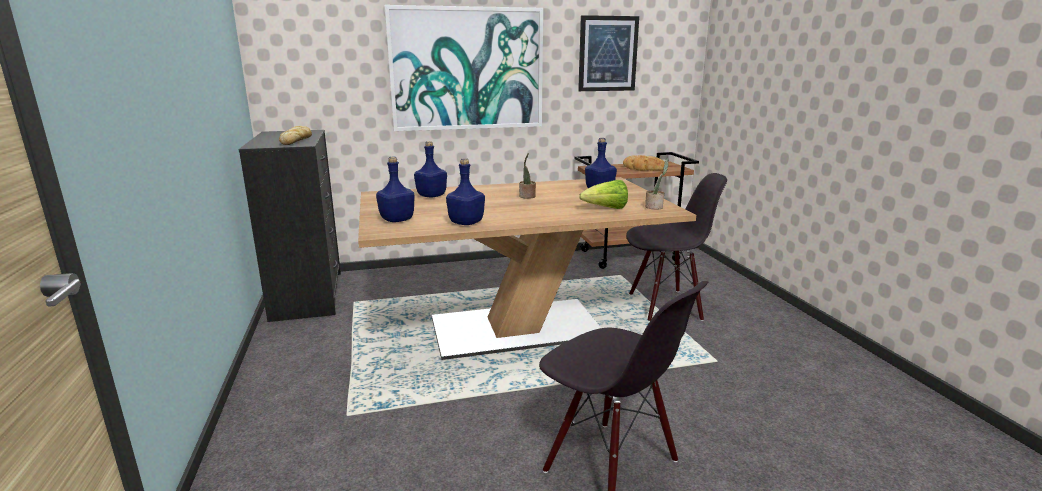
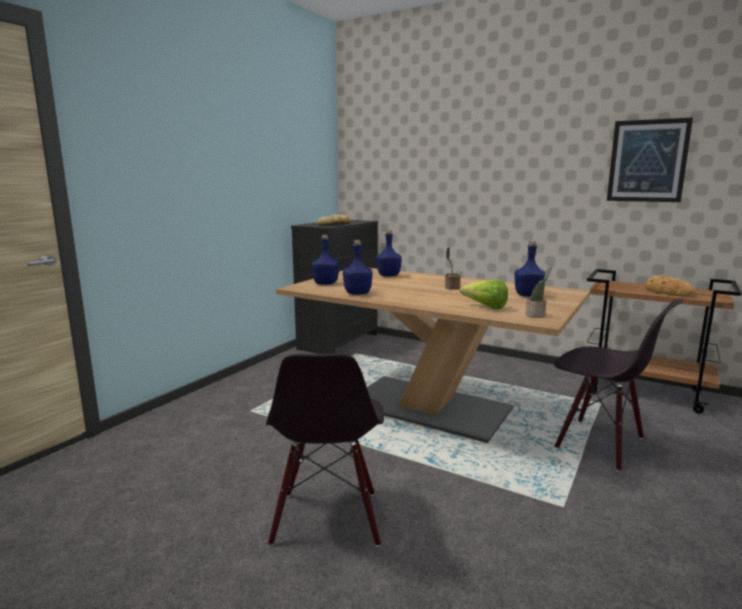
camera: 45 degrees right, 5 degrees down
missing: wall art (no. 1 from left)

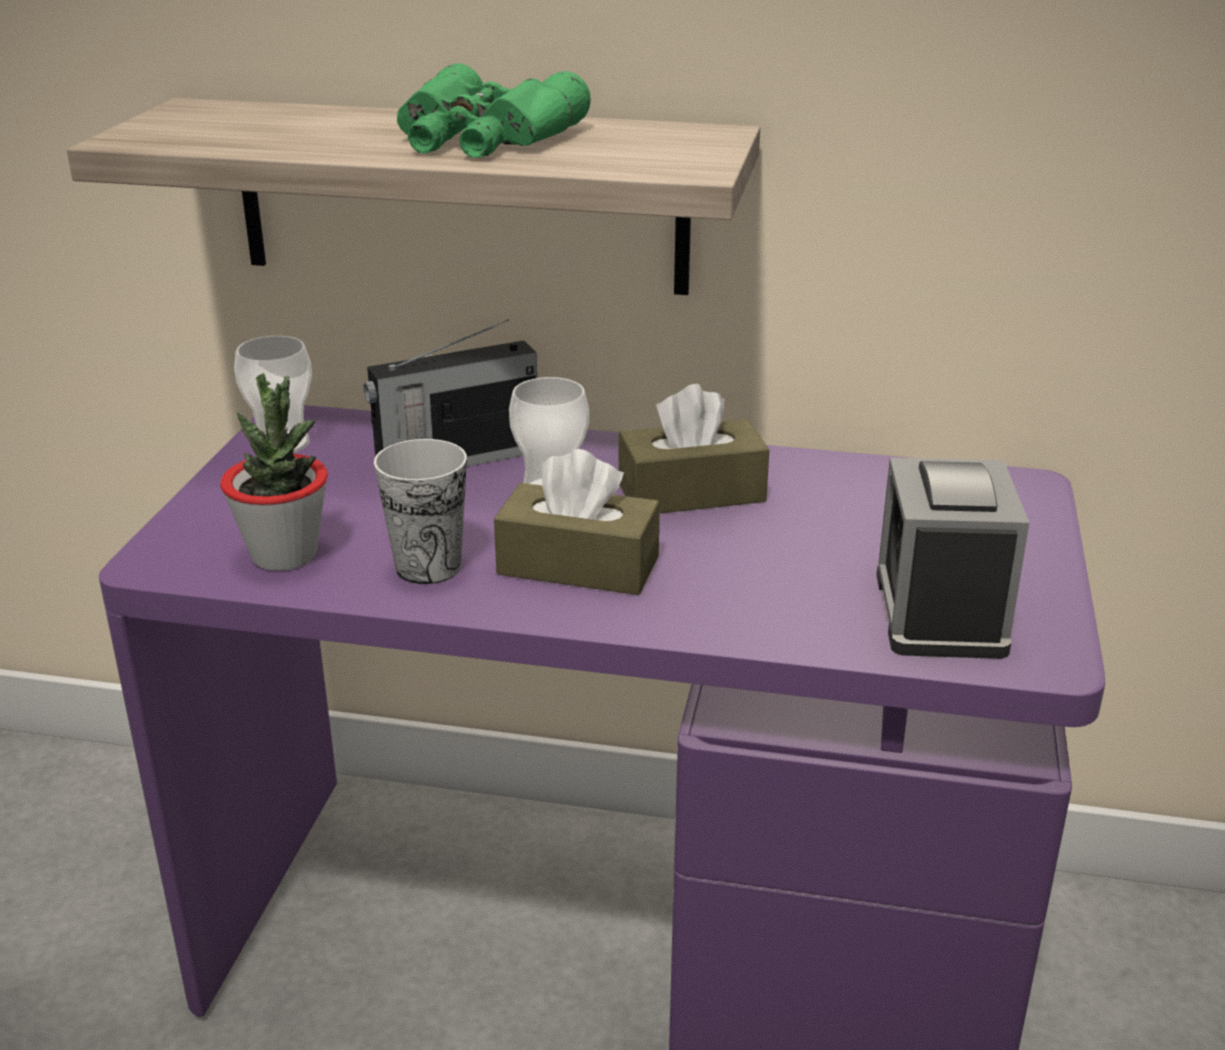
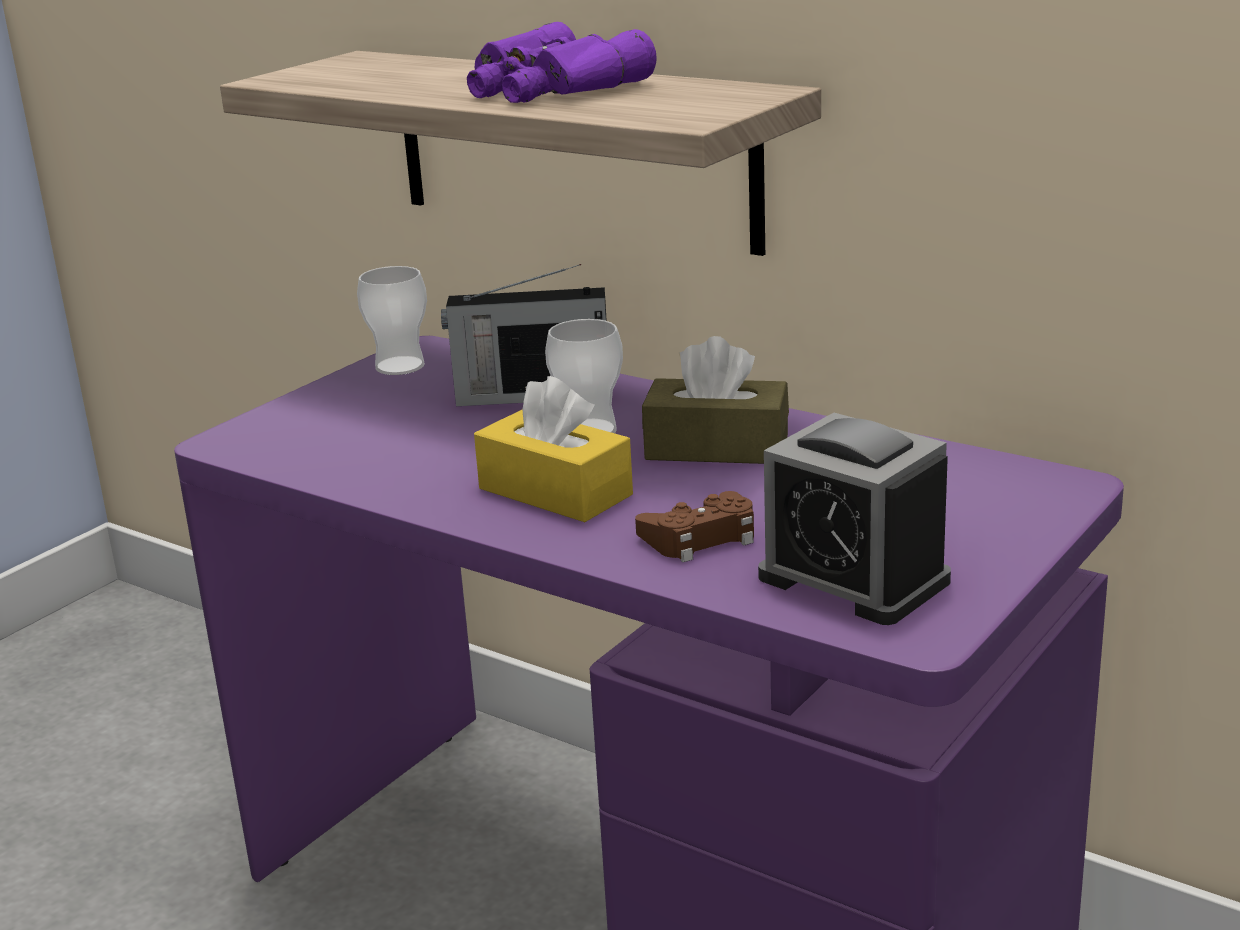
camera: 25 degrees right, 5 degrees down
missing: plant in a pot; cup (no. 2 from left)
appeared: joypad in brown
colour: field glasses in greenish to field glasses in purple-coloured; box of tissues in brown (no. 1 from left) to box of tissues in yellow
spun: bedside clock 75 degrees counterclockwise

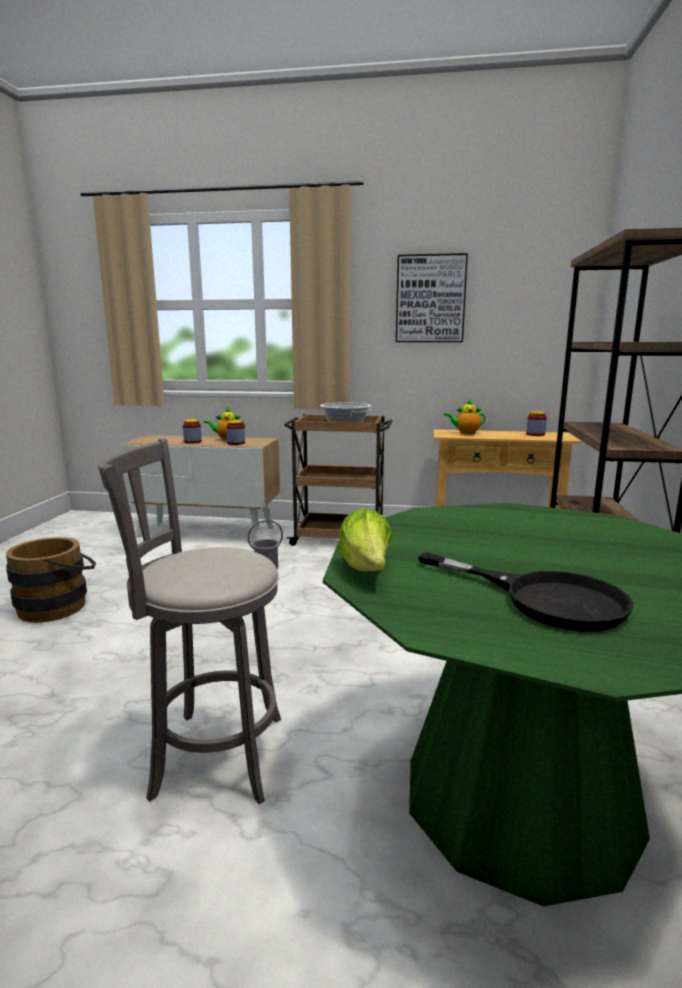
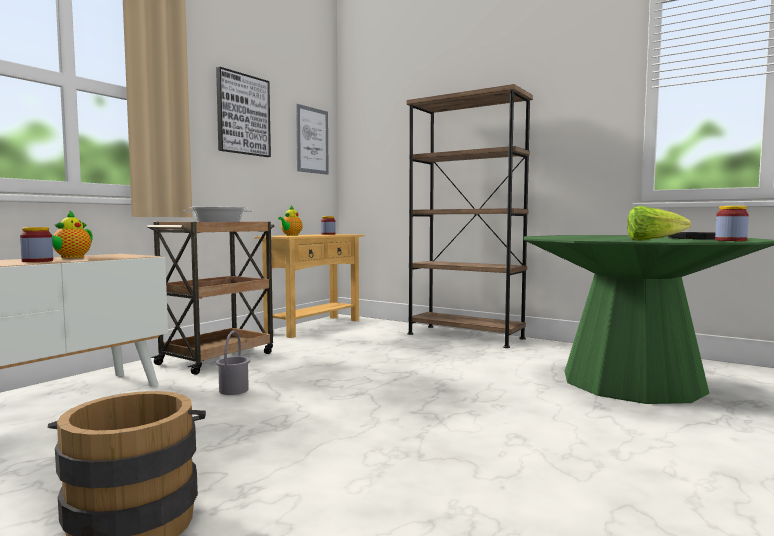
camera: 65 degrees left, 10 degrees down
missing: sitting stool in grey
appeared: wall art (no. 2 from left)
relocated: preserve jar (no. 2 from left in the first image) to preserve jar (no. 3 from left)

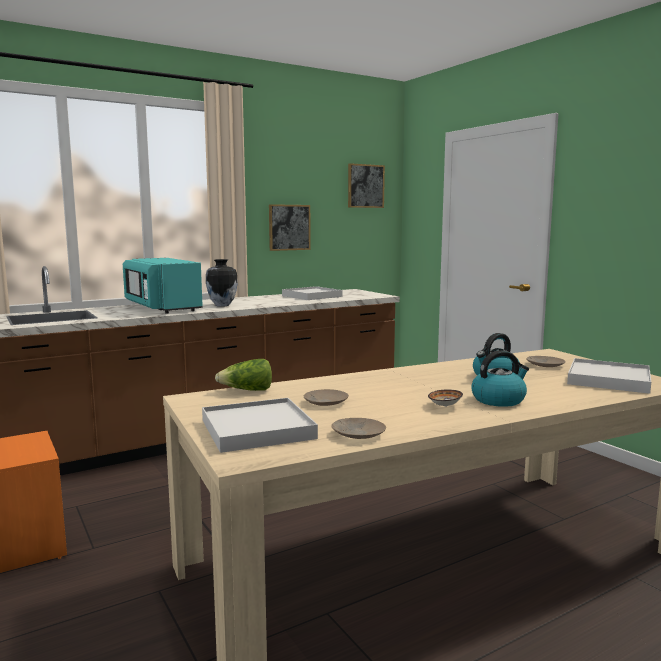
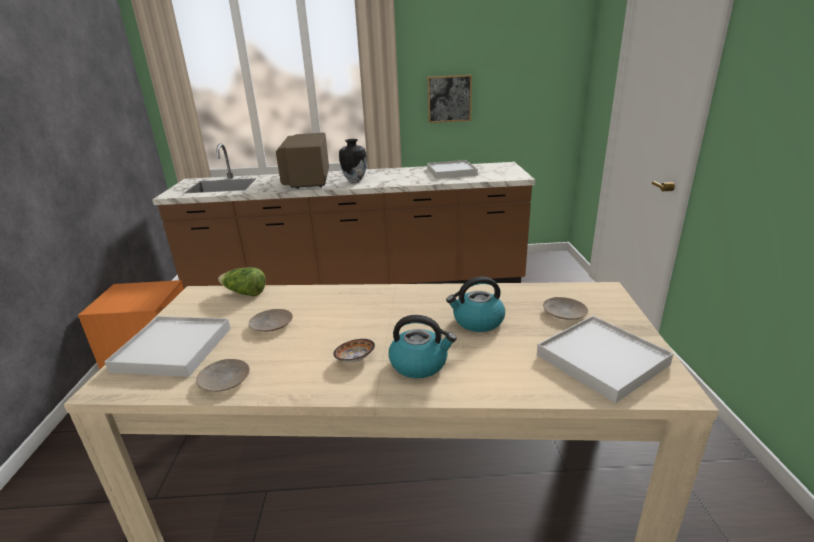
camera: 30 degrees right, 15 degrees up
missing: wall art (no. 2 from left)
colour: kitchen microwave in turquoise-coloured to kitchen microwave in brown

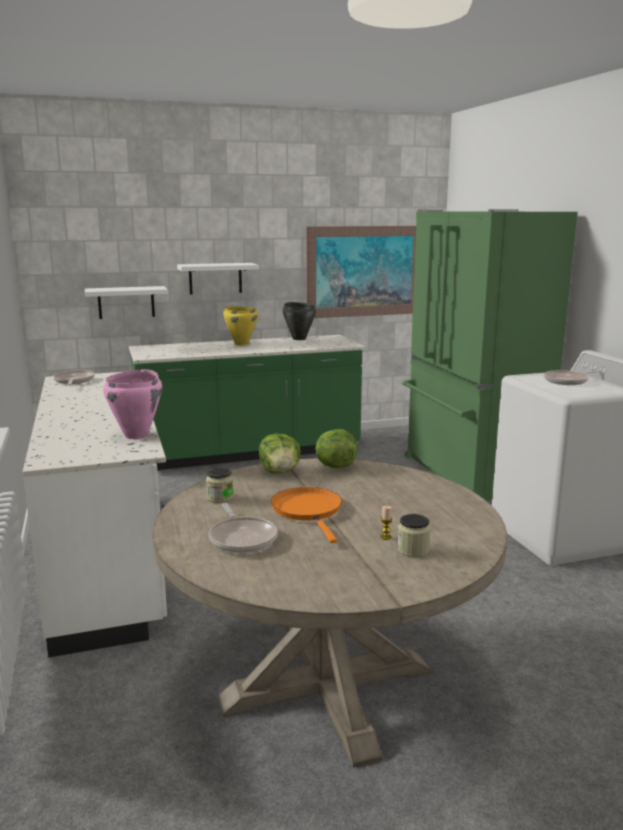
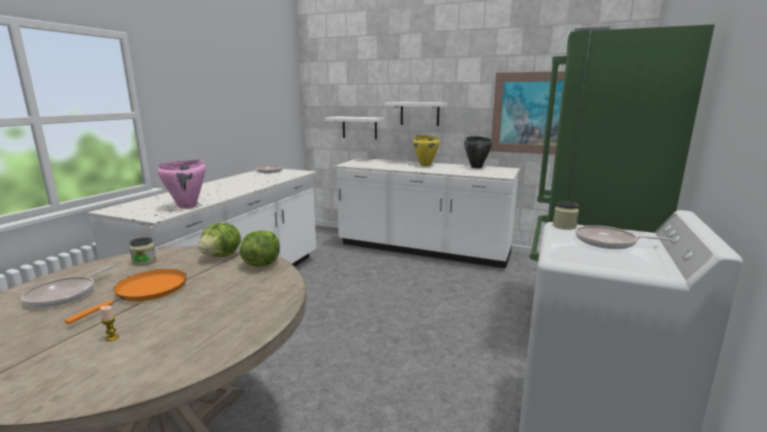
camera: 40 degrees right, 0 degrees up
relocated: preserve jar (no. 2 from left)
colour: counter in greenish to counter in white (no. 2 from left)

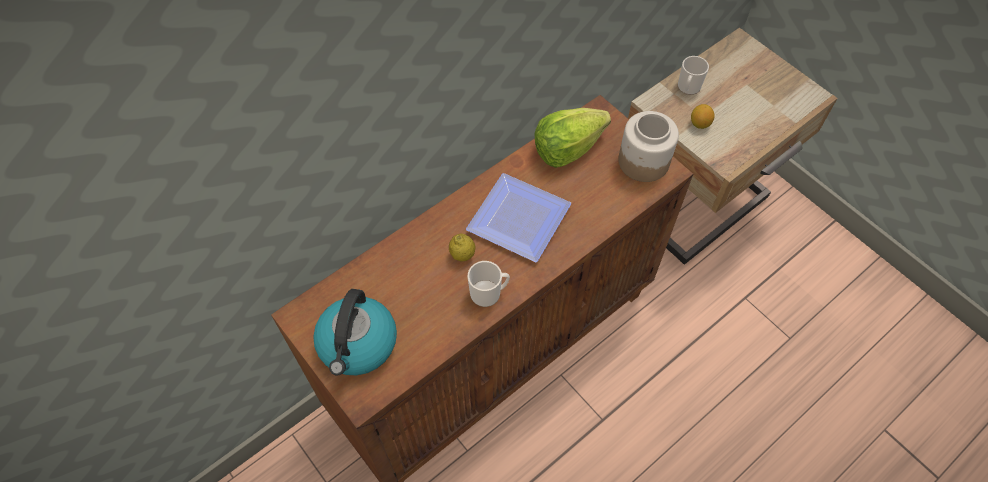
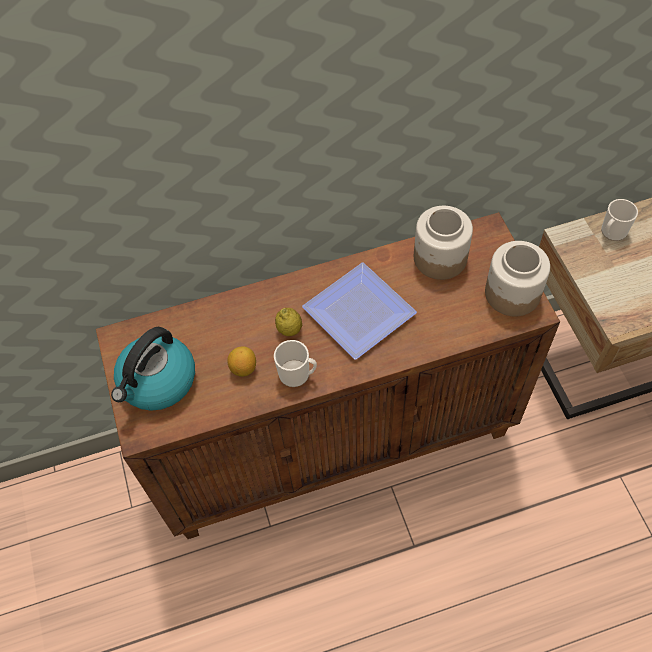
camera: 25 degrees right, 0 degrees up
relocated: lemon (no. 2 from left in the first image) to lemon (no. 1 from left)
exchanged: lettuce to preserve jar (no. 1 from left)

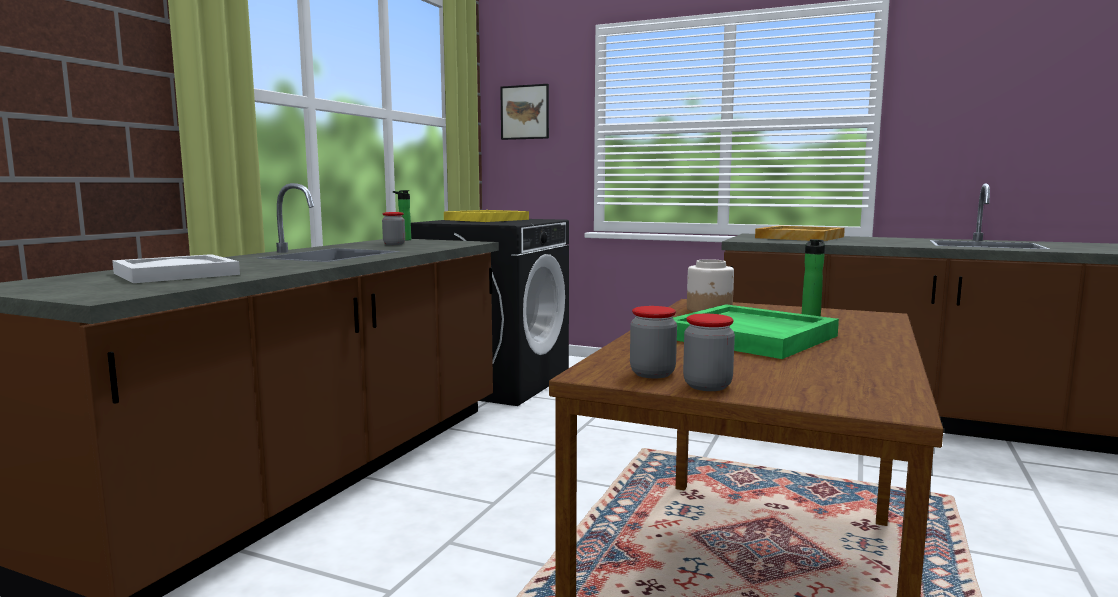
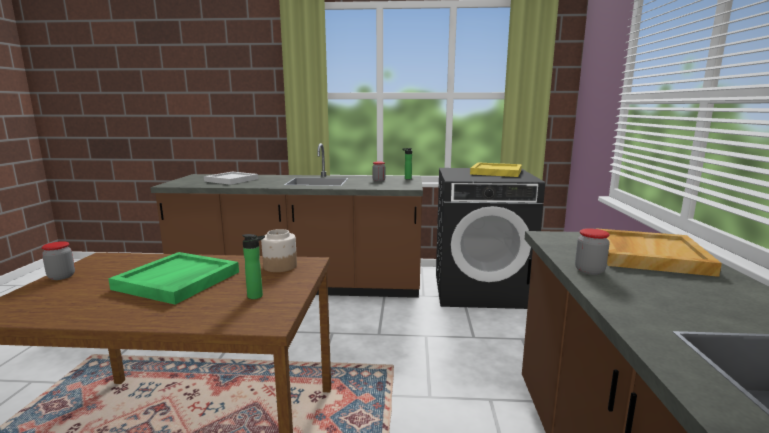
camera: 70 degrees right, 5 degrees up
missing: wall art
relocated: preserve jar (no. 2 from left in the first image) to preserve jar (no. 4 from left)

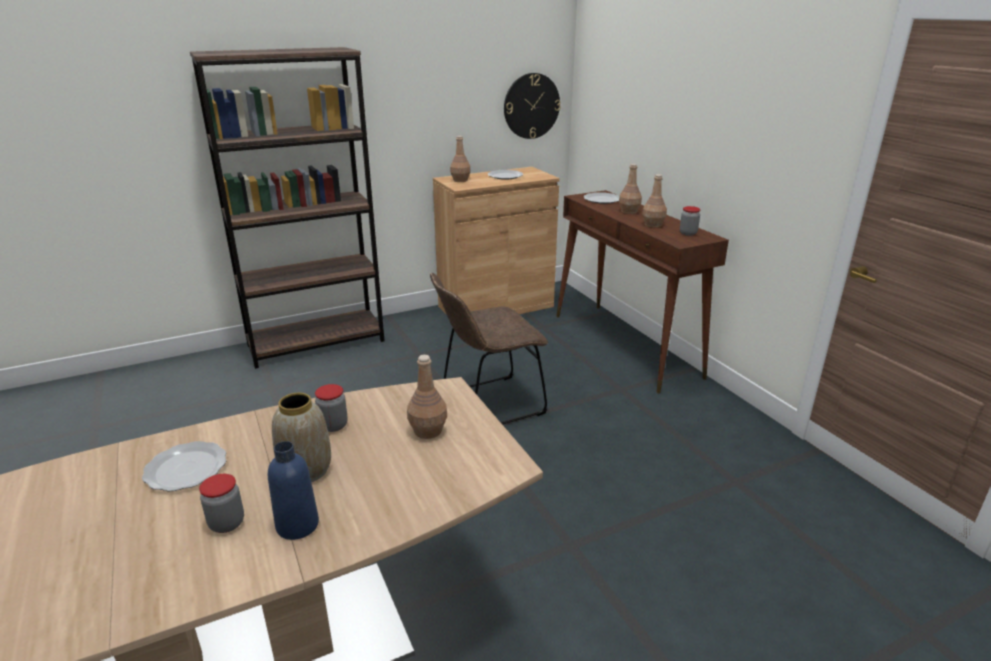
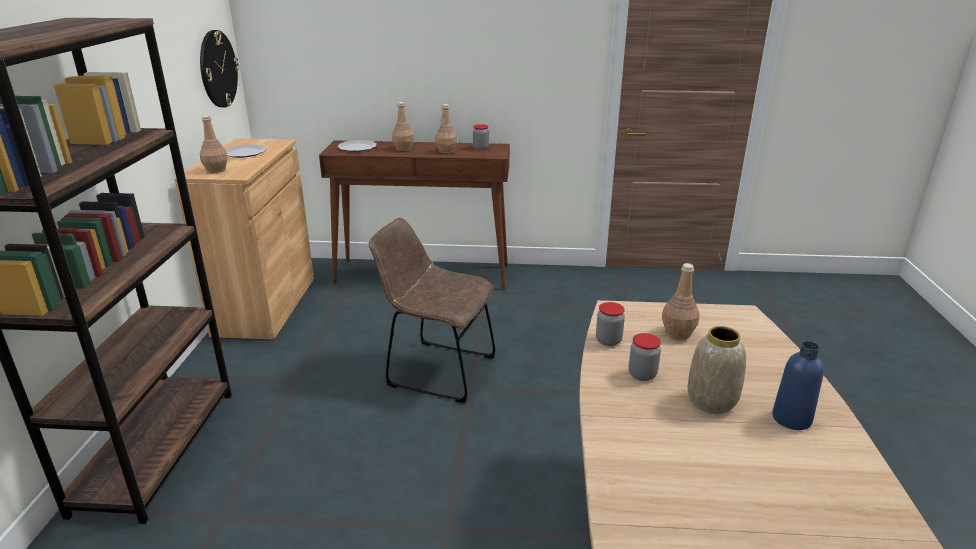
camera: 60 degrees left, 0 degrees up
missing: plate (no. 1 from left)
relocated: preserve jar (no. 1 from left in the first image) to preserve jar (no. 2 from left)
spun: upright chair in brown 105 degrees clockwise

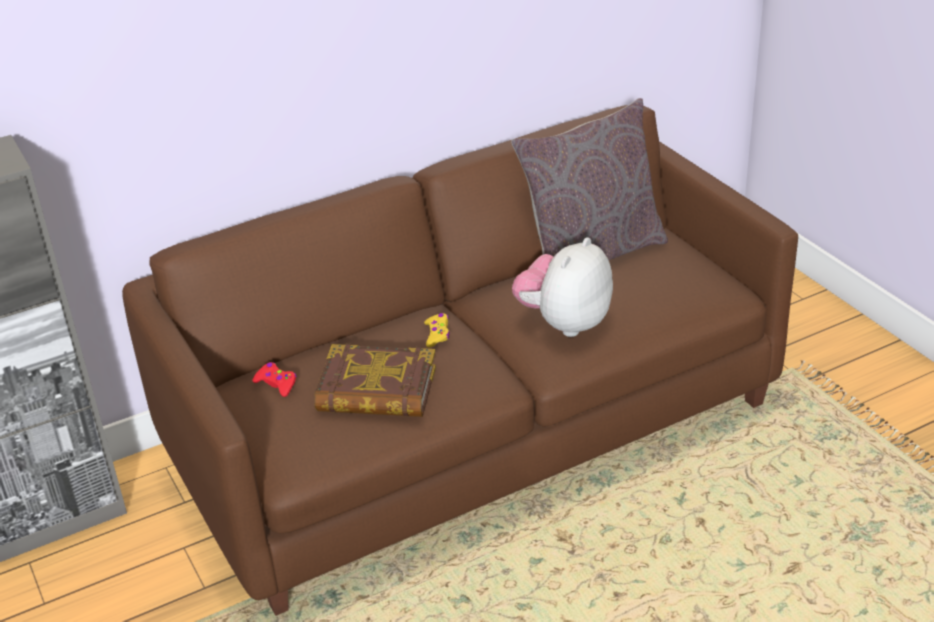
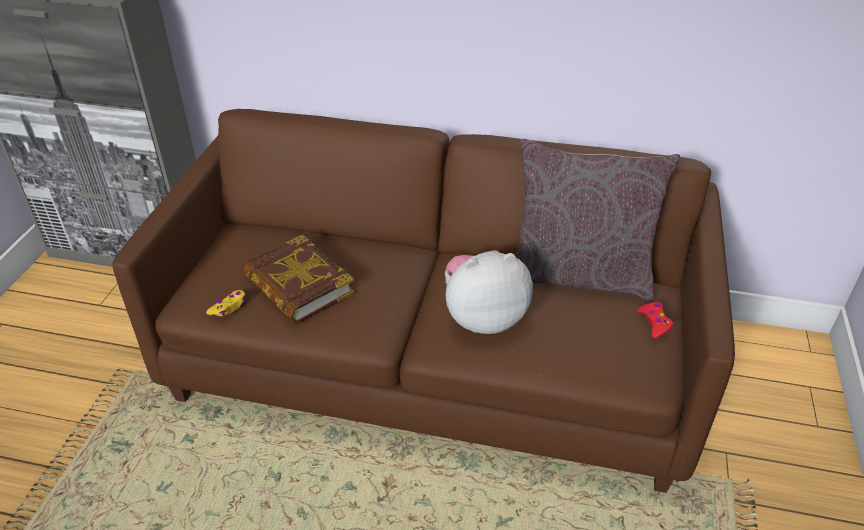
camera: 40 degrees right, 5 degrees up
relocated: joypad in yellow; joypad in red-coloured

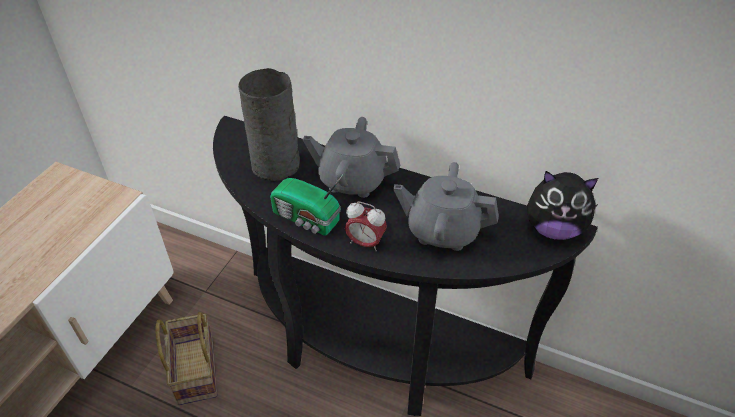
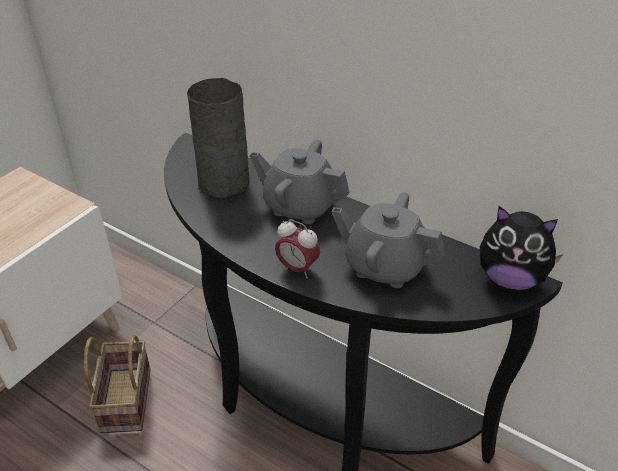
camera: 10 degrees right, 5 degrees down
missing: radio

